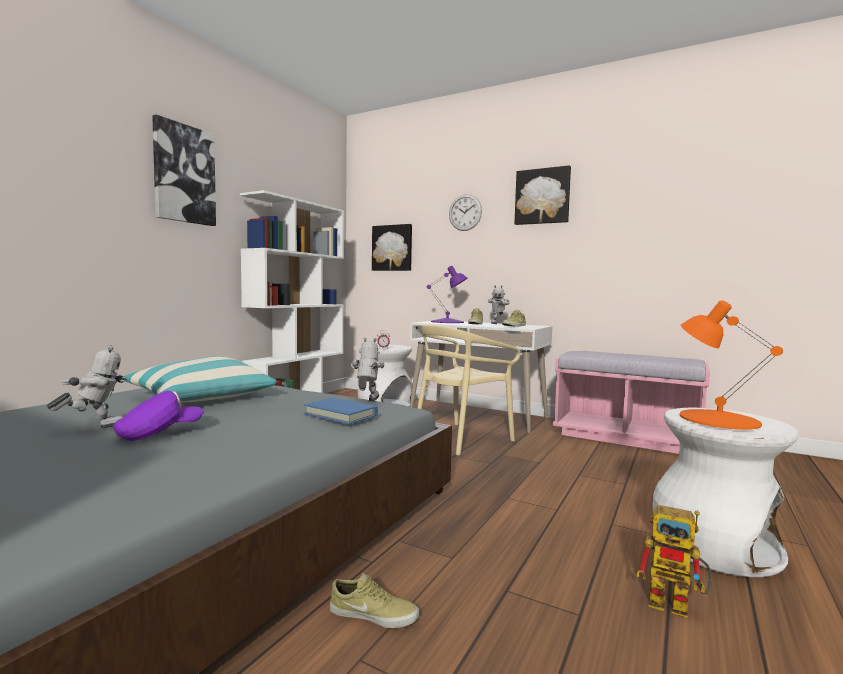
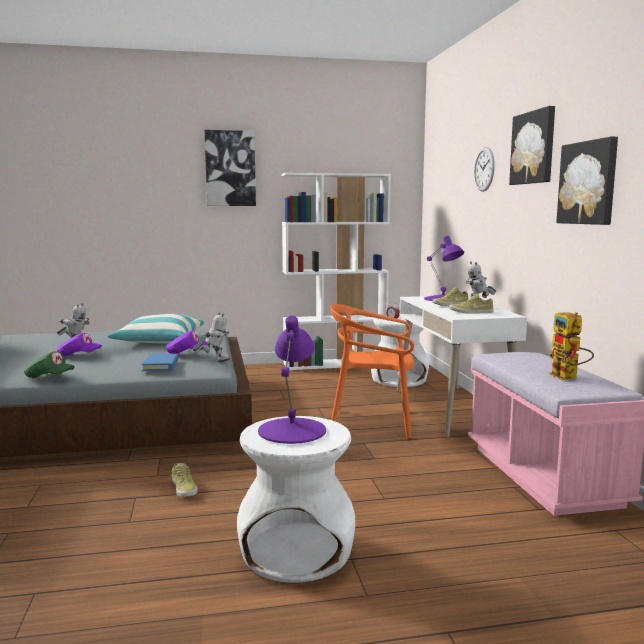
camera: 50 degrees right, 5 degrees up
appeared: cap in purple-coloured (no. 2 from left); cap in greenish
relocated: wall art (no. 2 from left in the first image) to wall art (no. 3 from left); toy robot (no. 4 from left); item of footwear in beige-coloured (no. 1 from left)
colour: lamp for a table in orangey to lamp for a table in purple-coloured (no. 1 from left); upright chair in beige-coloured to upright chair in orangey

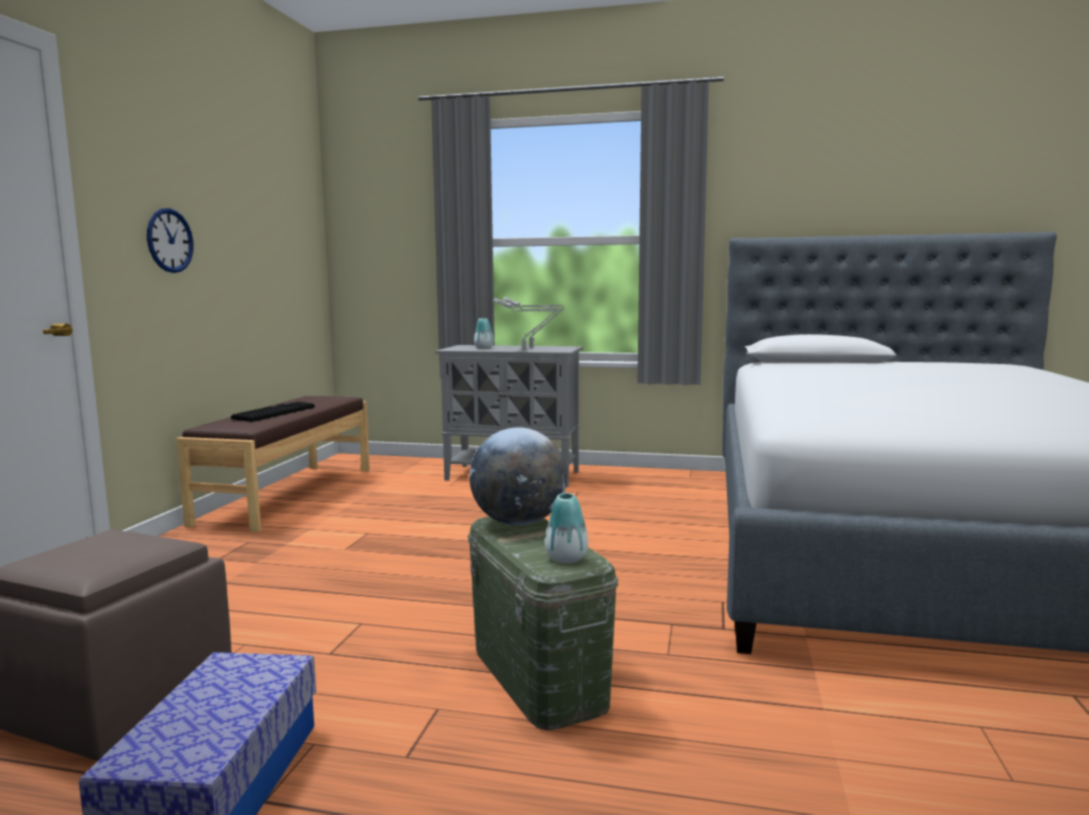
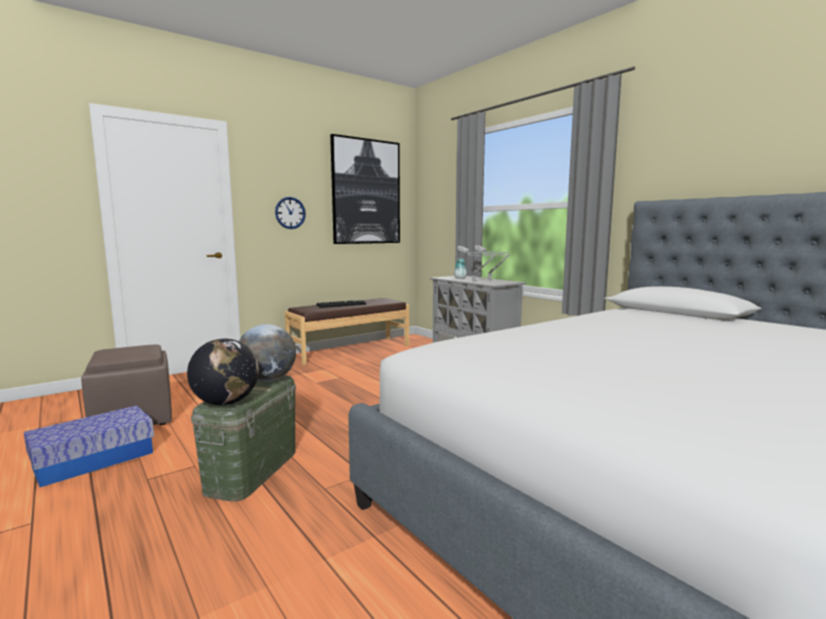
camera: 40 degrees right, 0 degrees up
appeared: wall art
exchanged: flower vase (no. 2 from left) to desk globe (no. 1 from left)

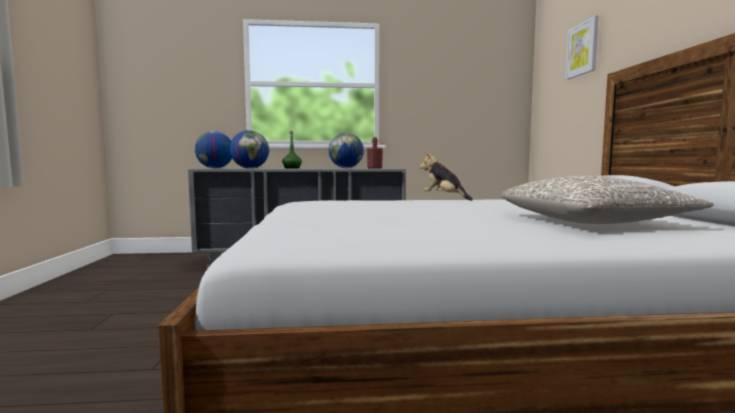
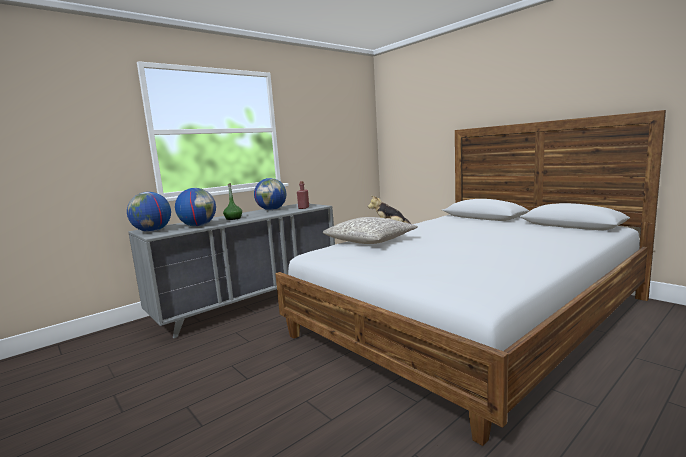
camera: 35 degrees left, 5 degrees up
missing: wall art
relocated: throw pillow in grey

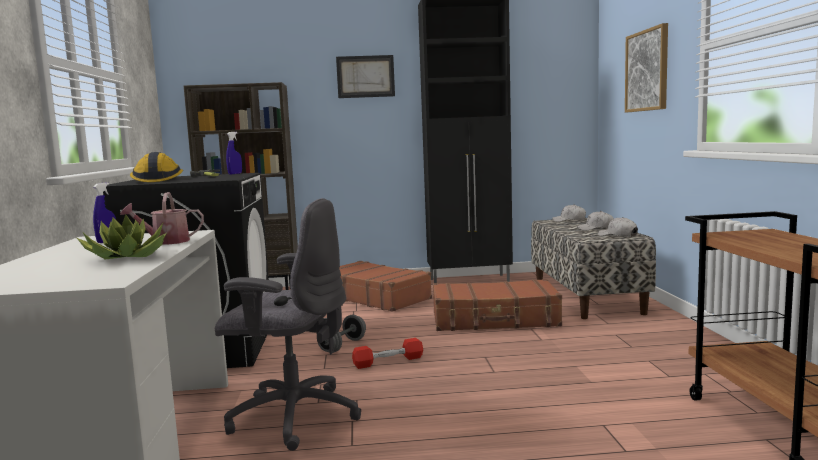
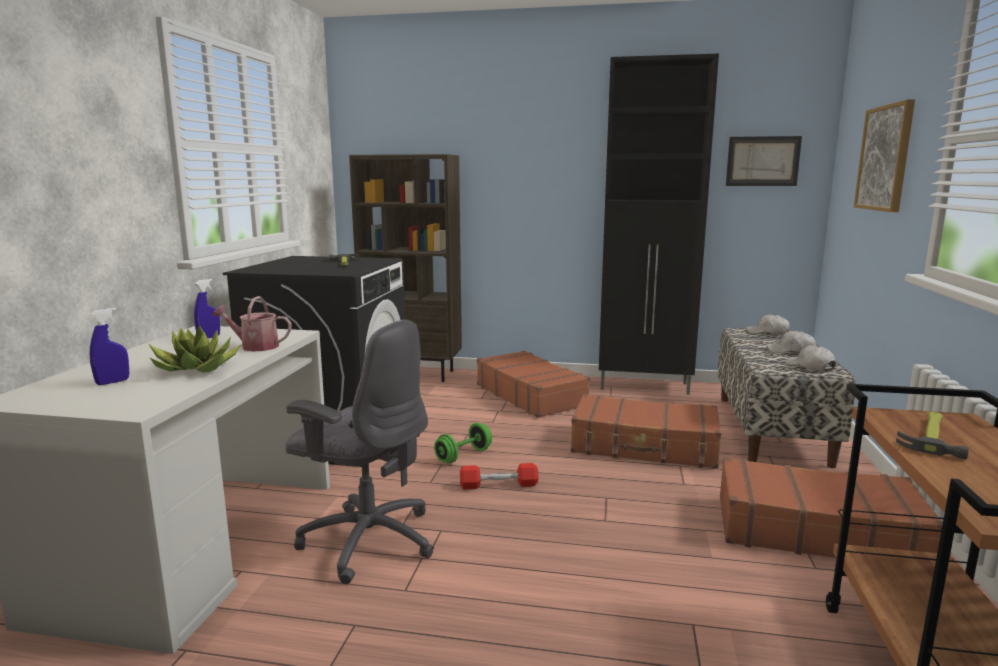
camera: 15 degrees right, 5 degrees up
missing: work helmet
appeared: tool hammer (no. 2 from left); travel case in brown (no. 3 from left)
relocated: wall art (no. 1 from left); spray bottle in bluish (no. 2 from left in the first image) to spray bottle in bluish (no. 1 from left)
colour: hand weight in grey to hand weight in greenish

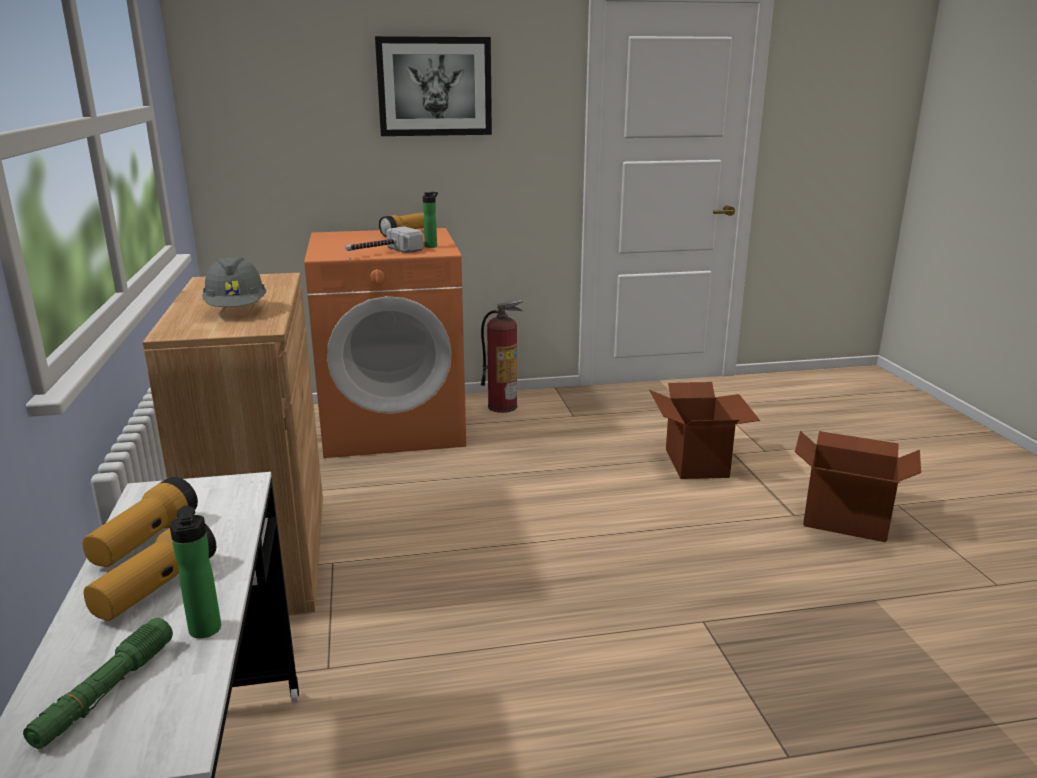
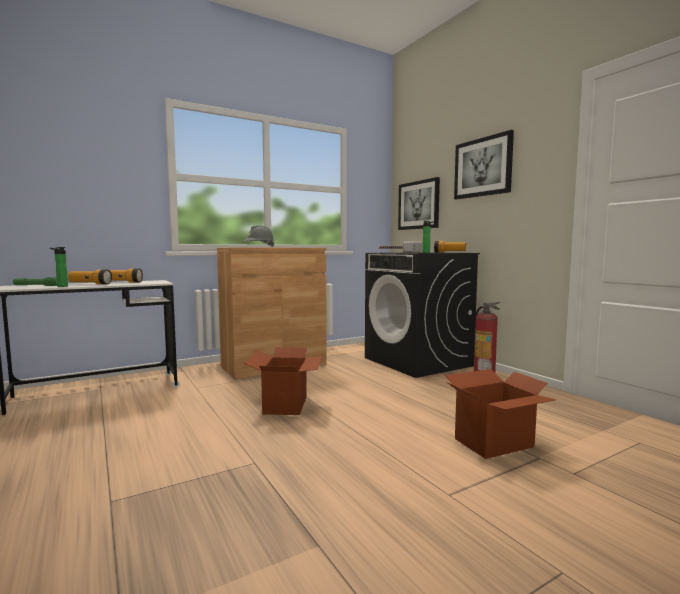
camera: 70 degrees right, 15 degrees down
appeared: wall art (no. 1 from left)
relocated: carton (no. 2 from left in the first image) to carton (no. 1 from left)
colour: laundry appliance in orangey to laundry appliance in black

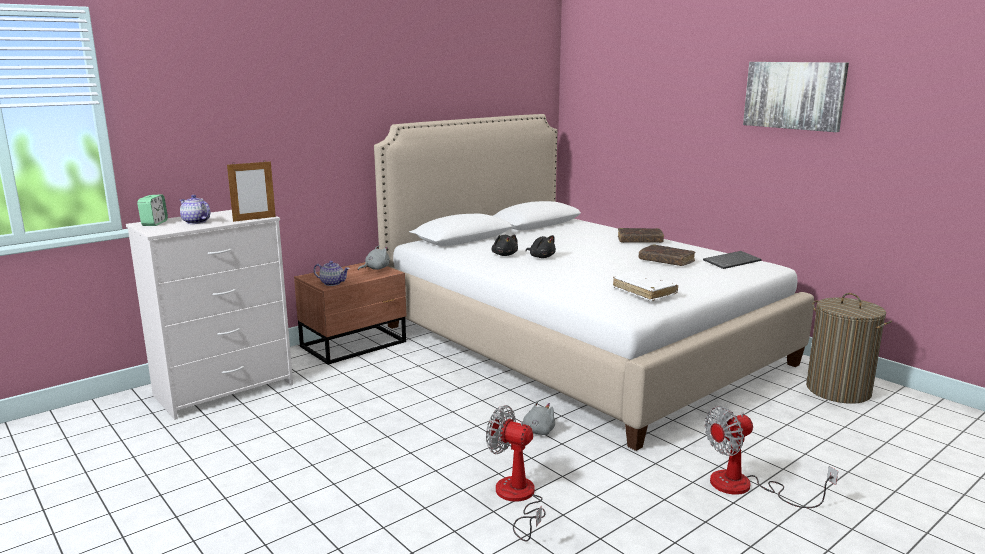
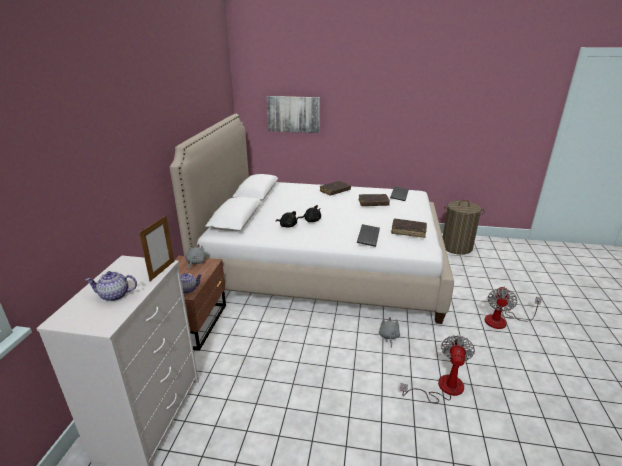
camera: 40 degrees left, 10 degrees up
missing: bedside clock
appeared: computer keyboard (no. 1 from left)
relocated: wall art
colour: volume in white to volume in brown (no. 3 from left)
spun: cooling fan (no. 1 from left) 120 degrees clockwise

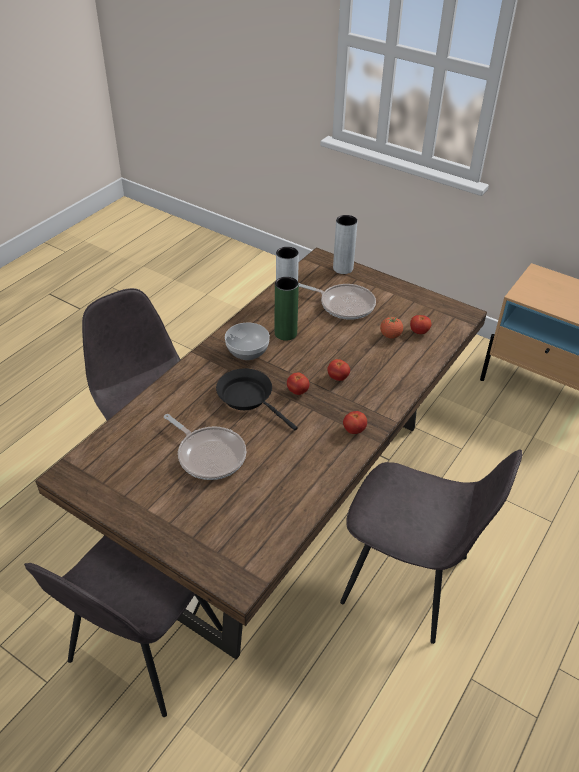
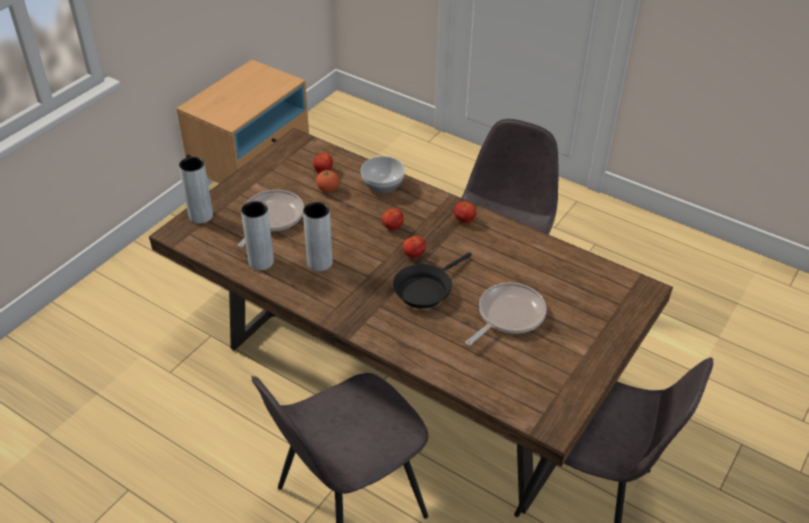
camera: 90 degrees left, 0 degrees up
relocated: deep dish
colour: flower vase in greenish to flower vase in grey (no. 3 from left)

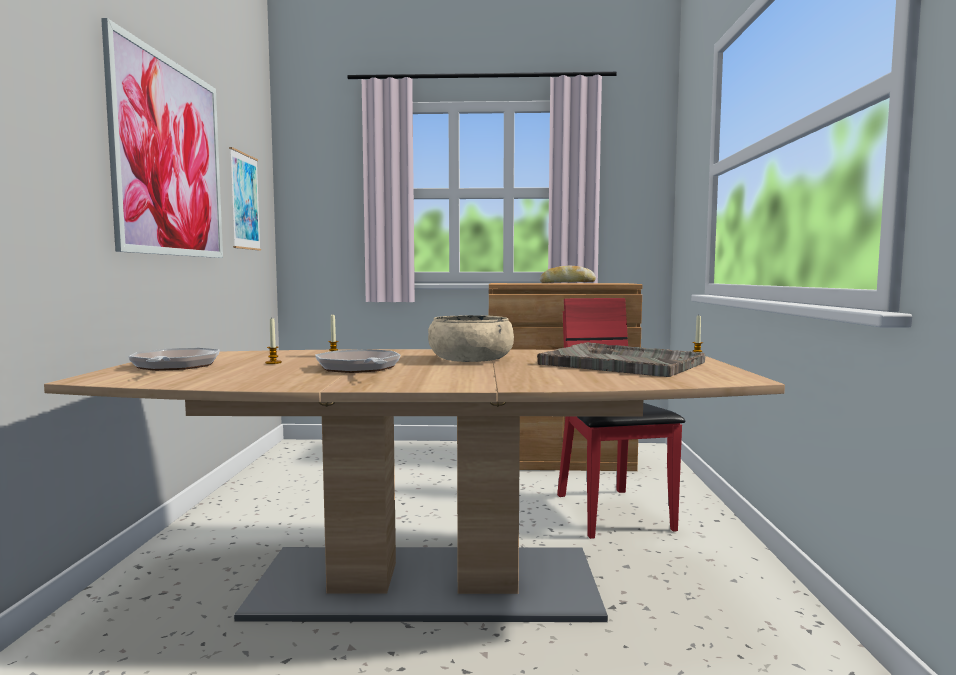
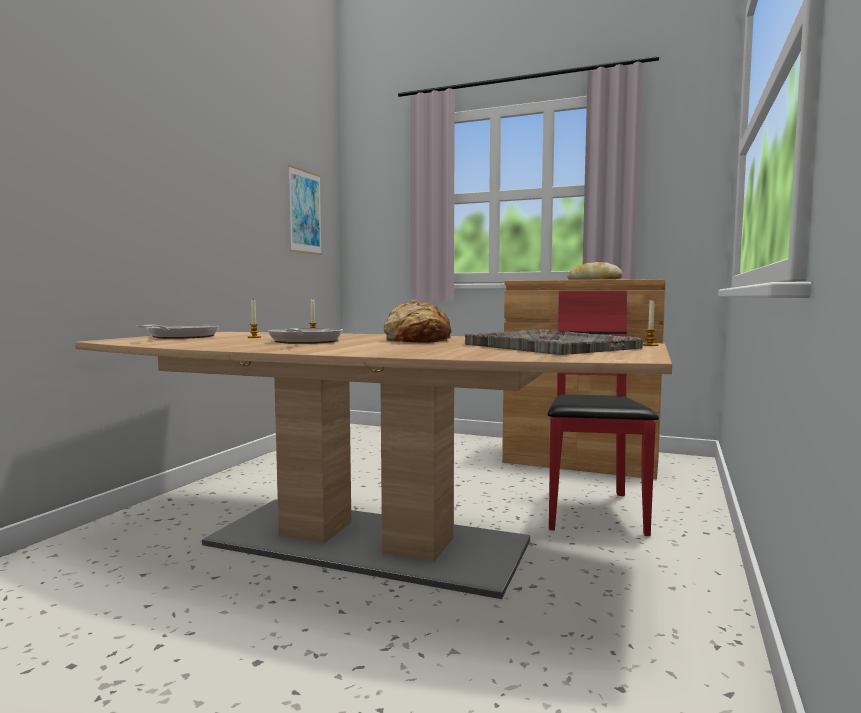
camera: 20 degrees right, 0 degrees up
missing: wall art (no. 1 from left)
exchanged: deep dish in beige-coloured to bread (no. 1 from left)

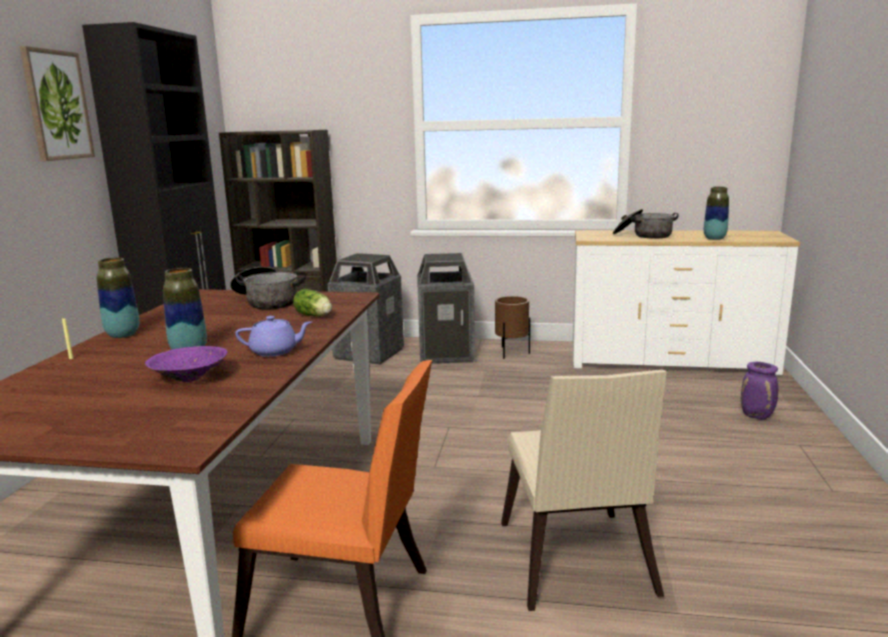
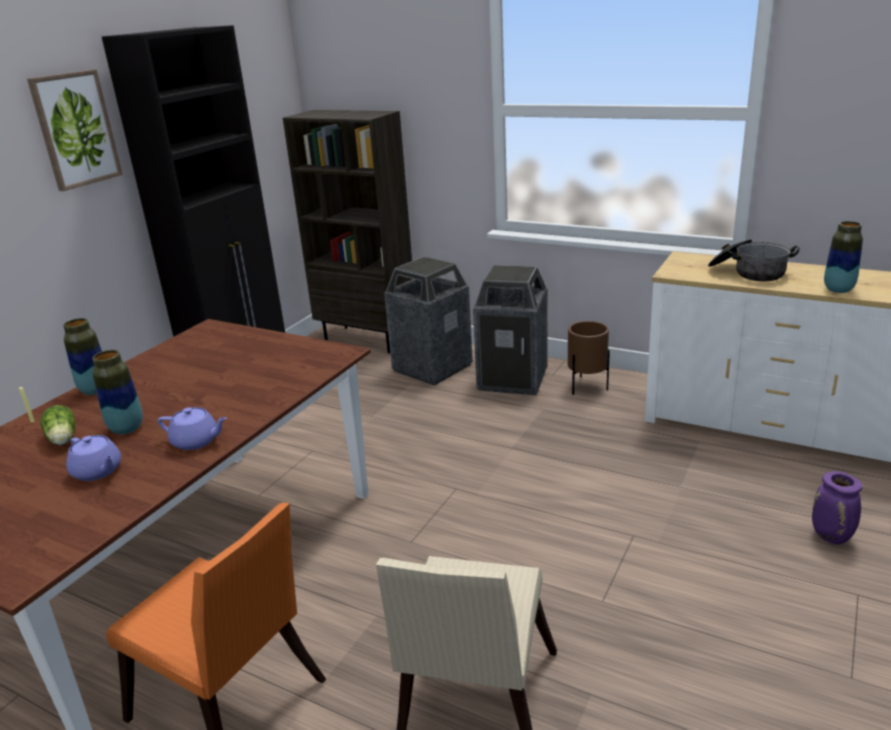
camera: 20 degrees right, 10 degrees up
missing: stockpot (no. 1 from left)
relocated: lettuce
exchanged: deep dish in purple-coloured to pot for tea in purple-coloured (no. 1 from left)

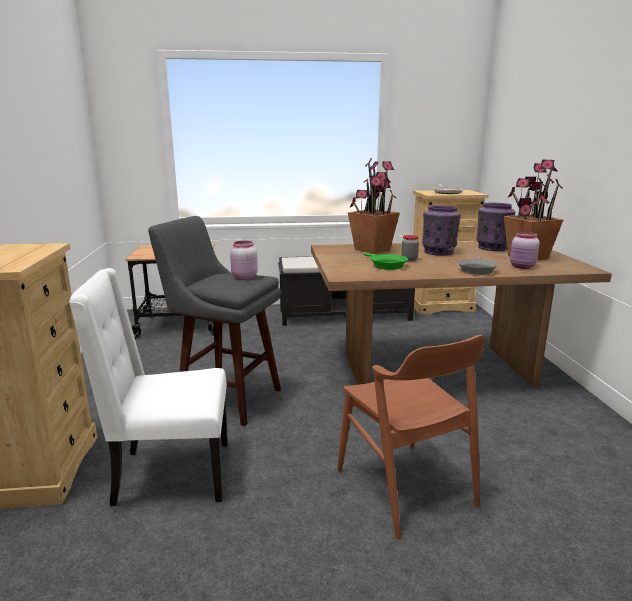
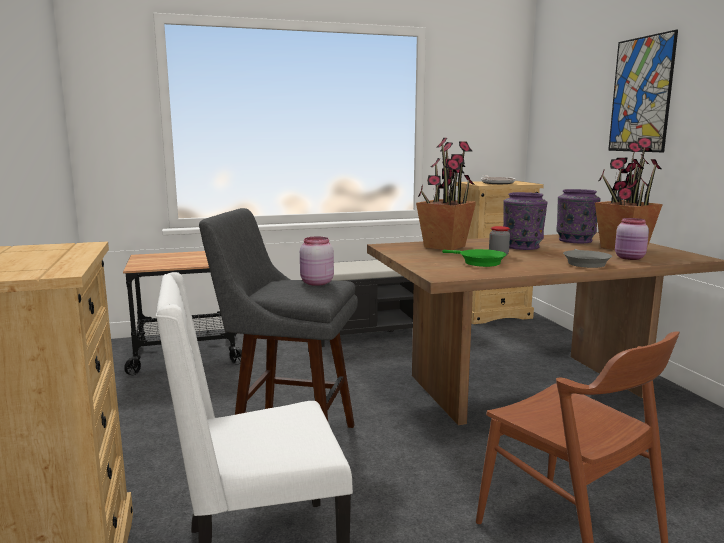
camera: 10 degrees left, 5 degrees down
appeared: wall art

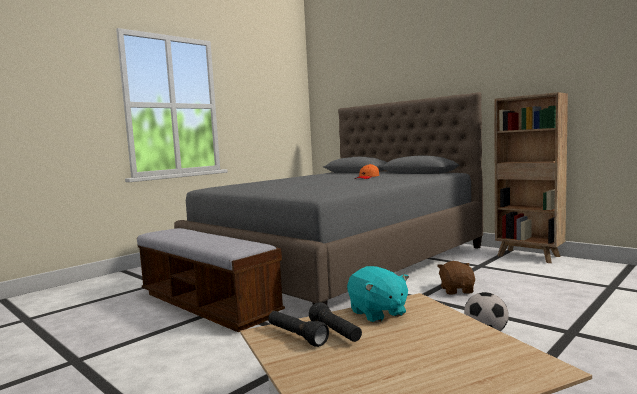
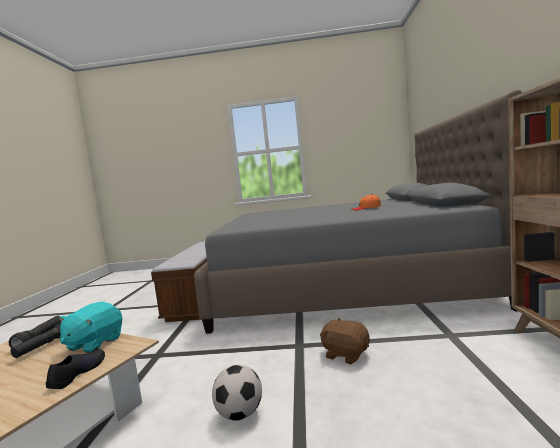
camera: 50 degrees right, 0 degrees up
appeared: item of footwear in black
spun: plush toy in brown 105 degrees counterclockwise

